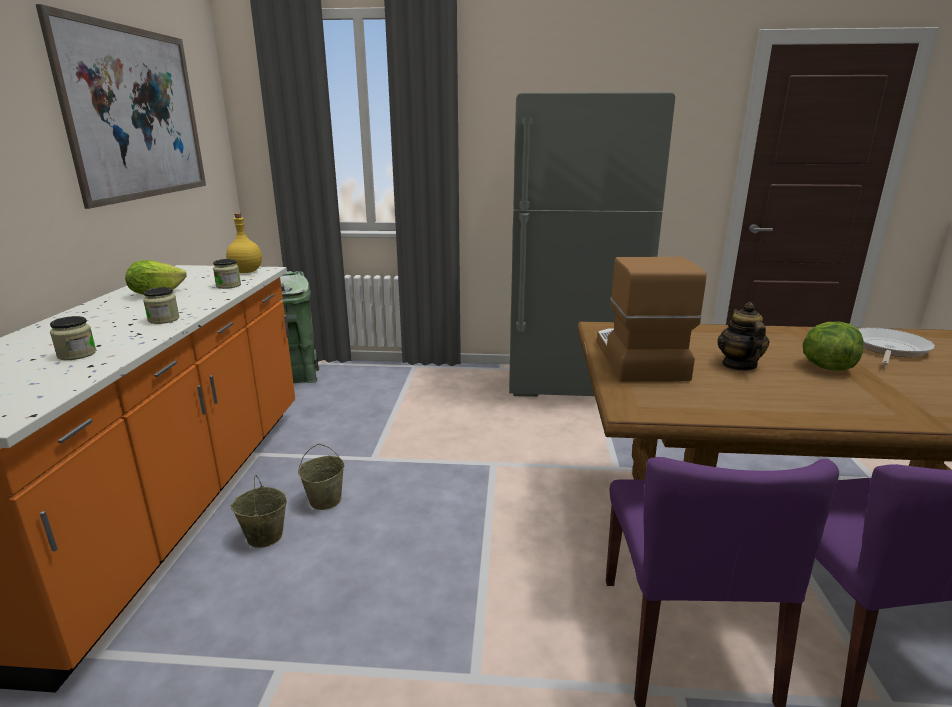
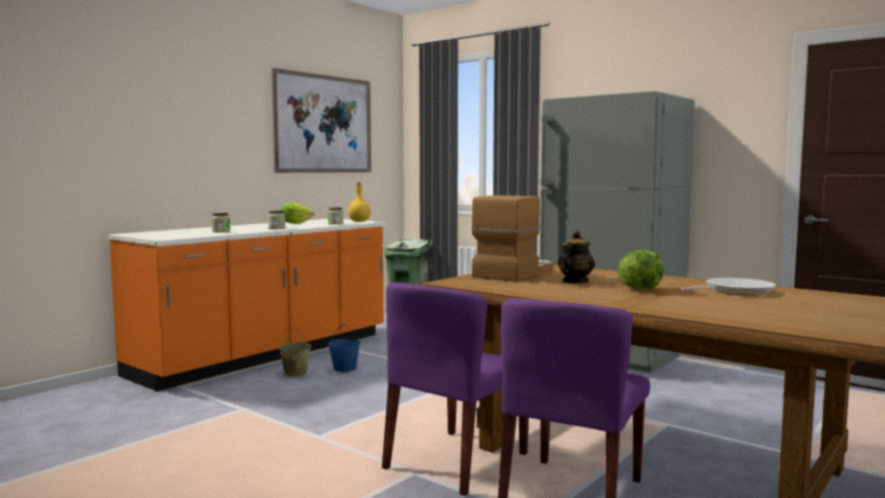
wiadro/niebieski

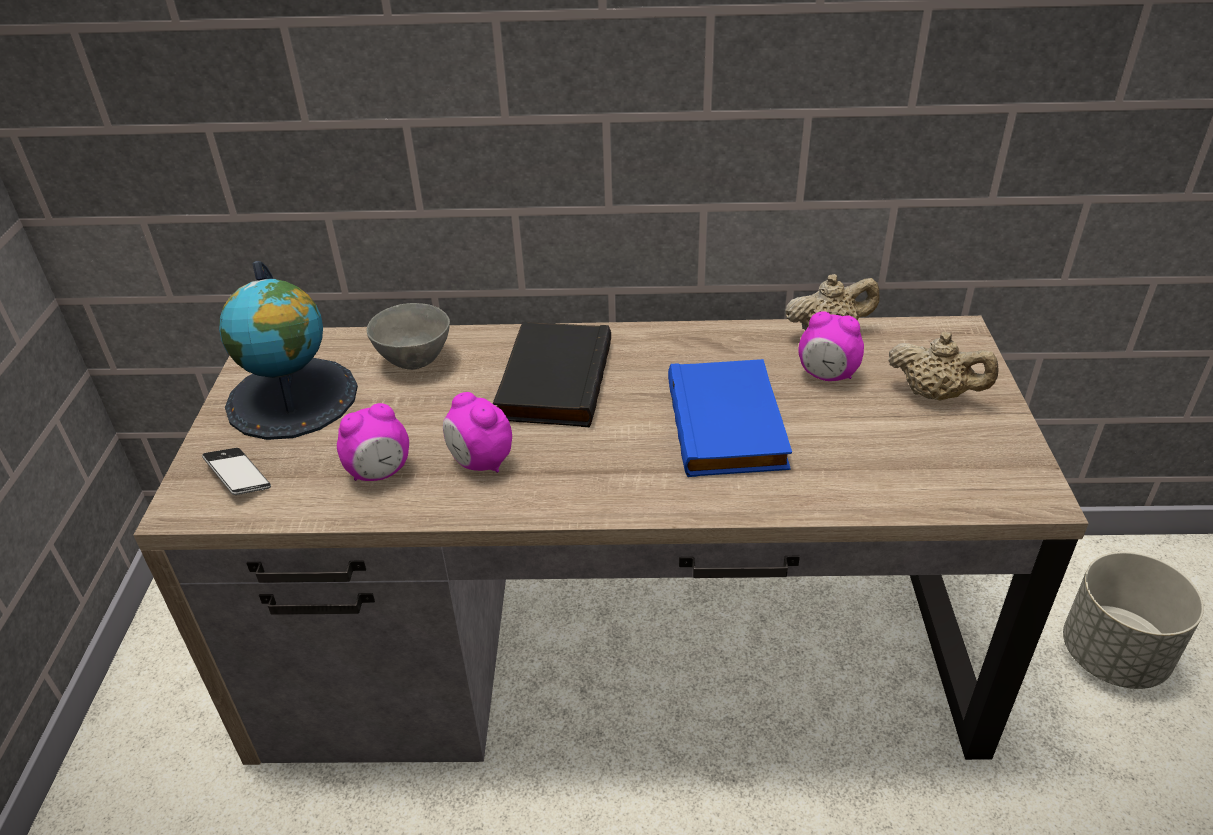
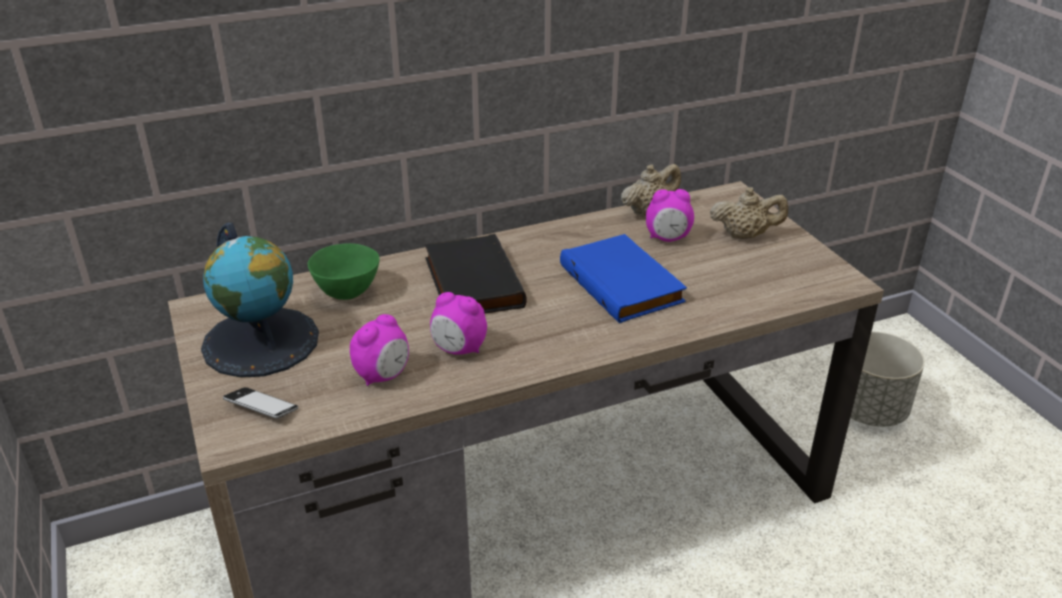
miska/zielony

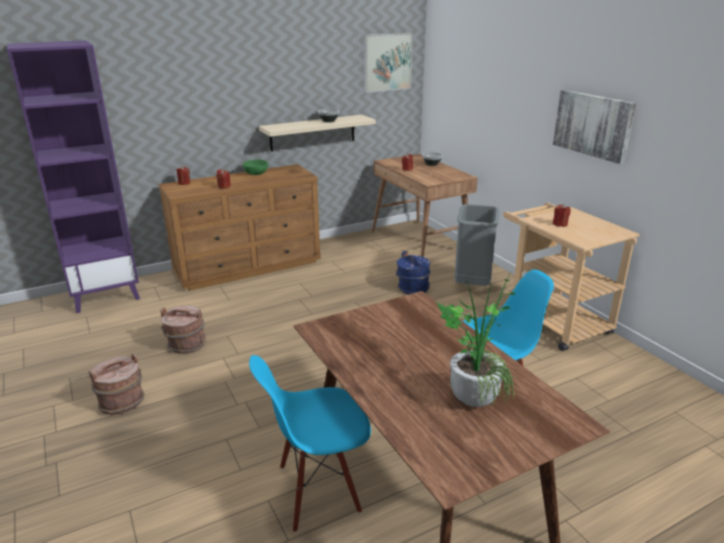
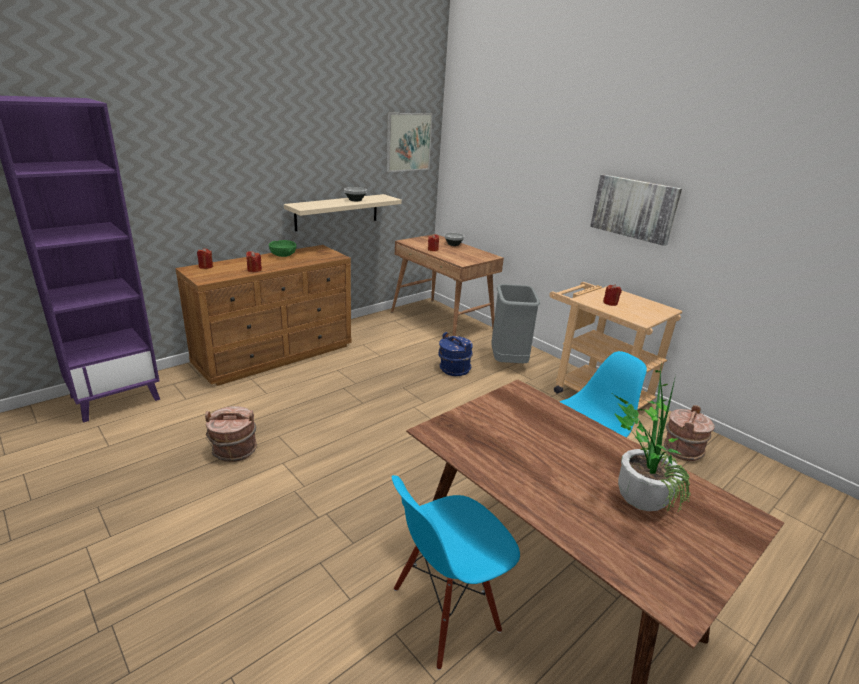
wiadro/brązowy (2nd from left)

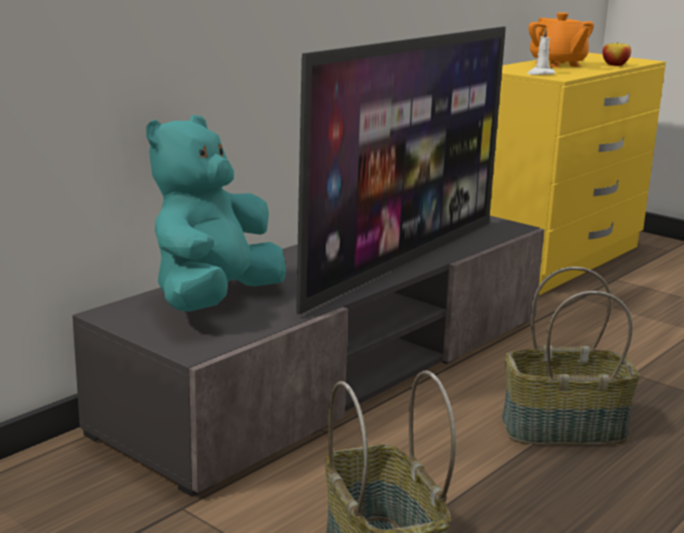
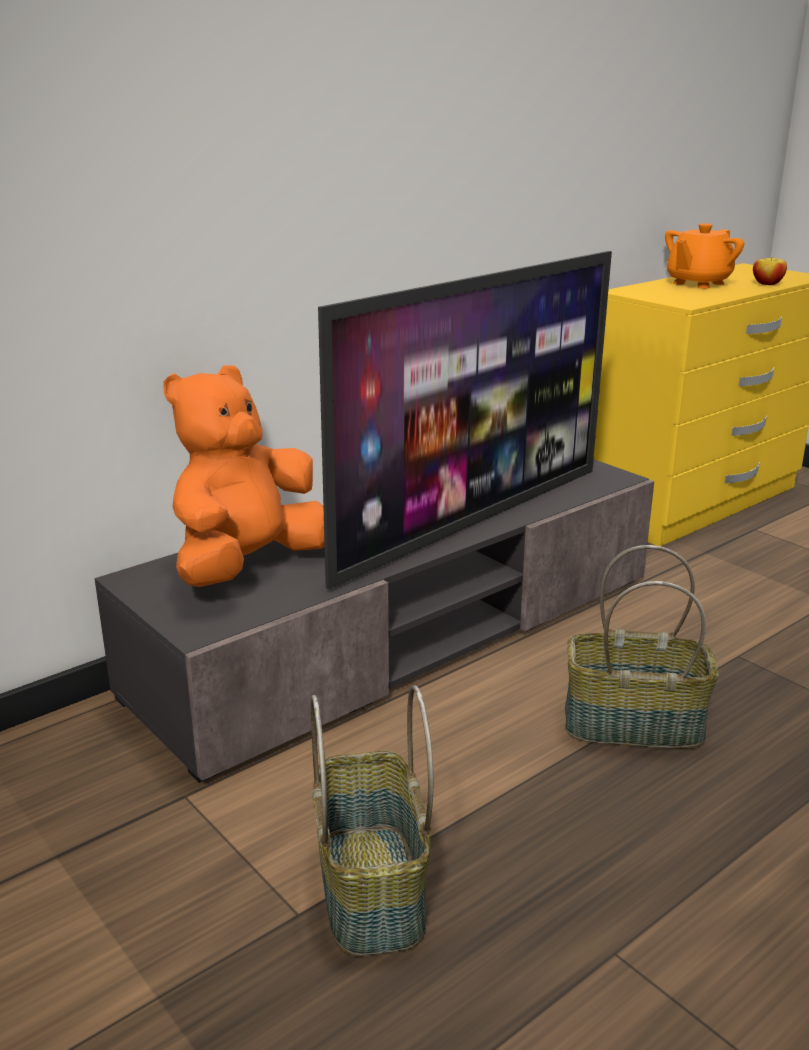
pluszak/pomarańczowy
świeca/biały
imbryk/pomarańczowy

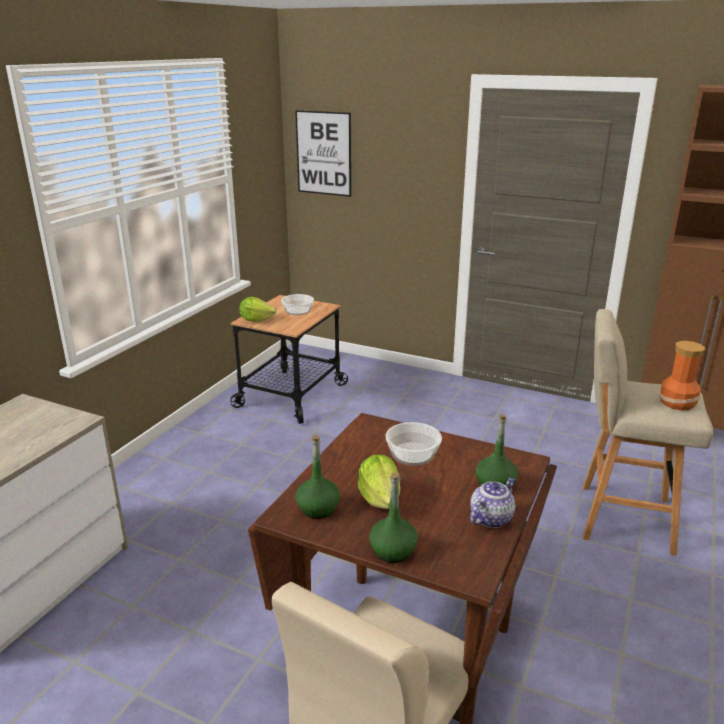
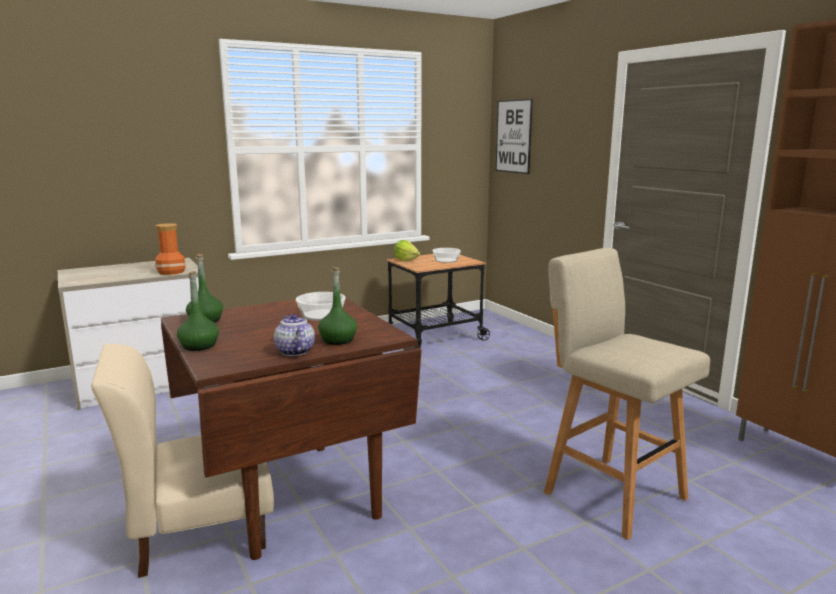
sałata (2nd from left in the first image)
imbryk
wazon

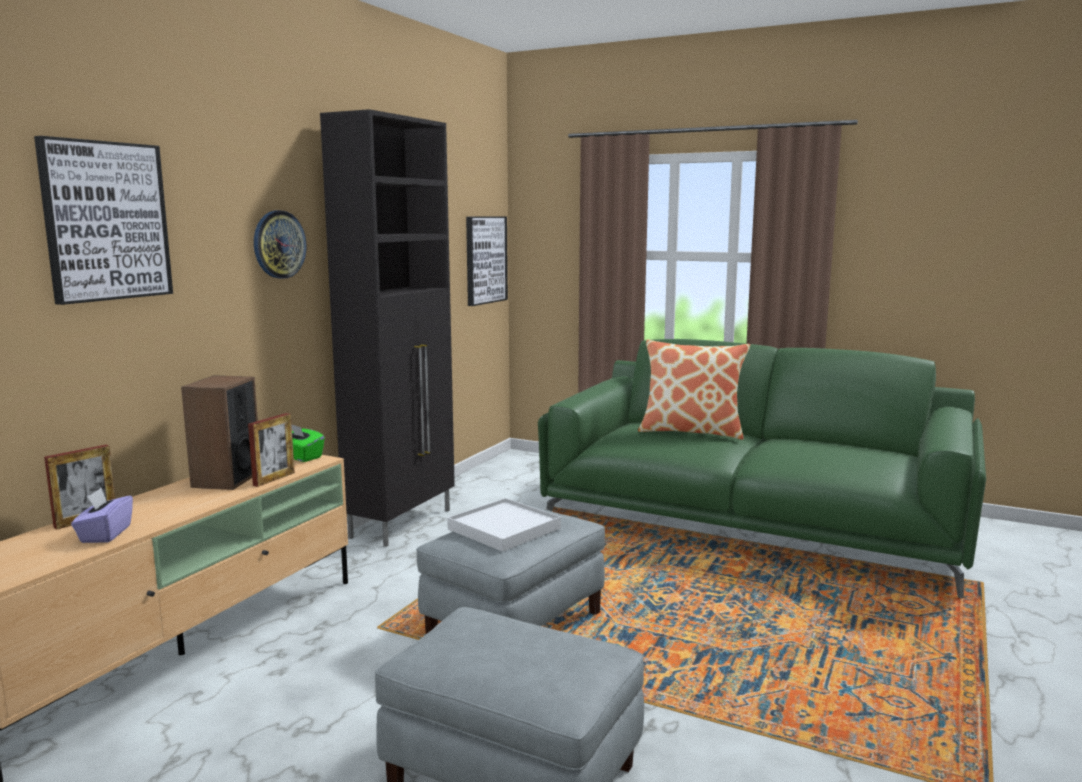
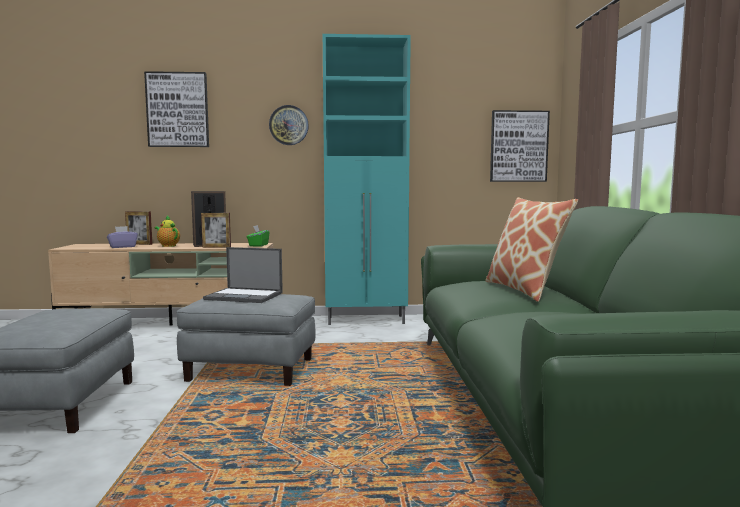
szafka/turkusowy
laptop
imbryk

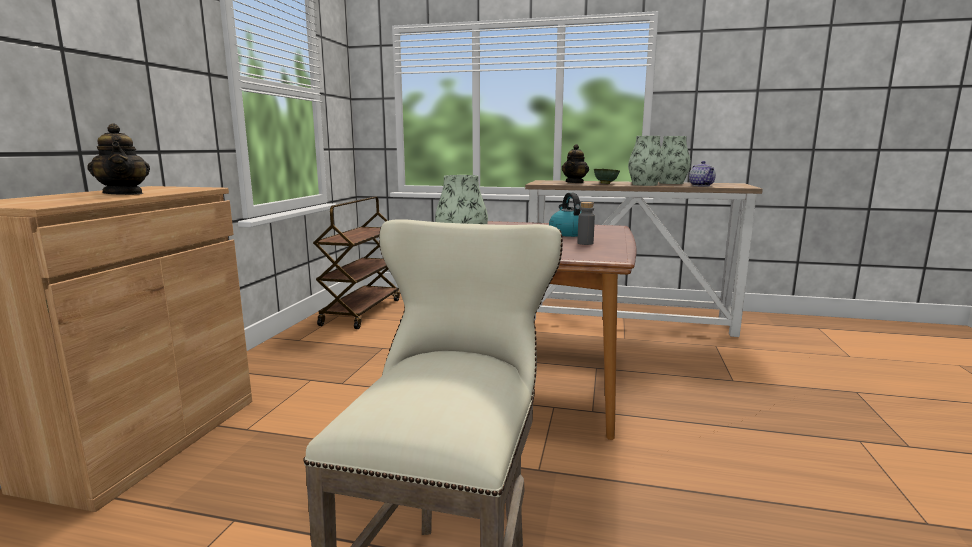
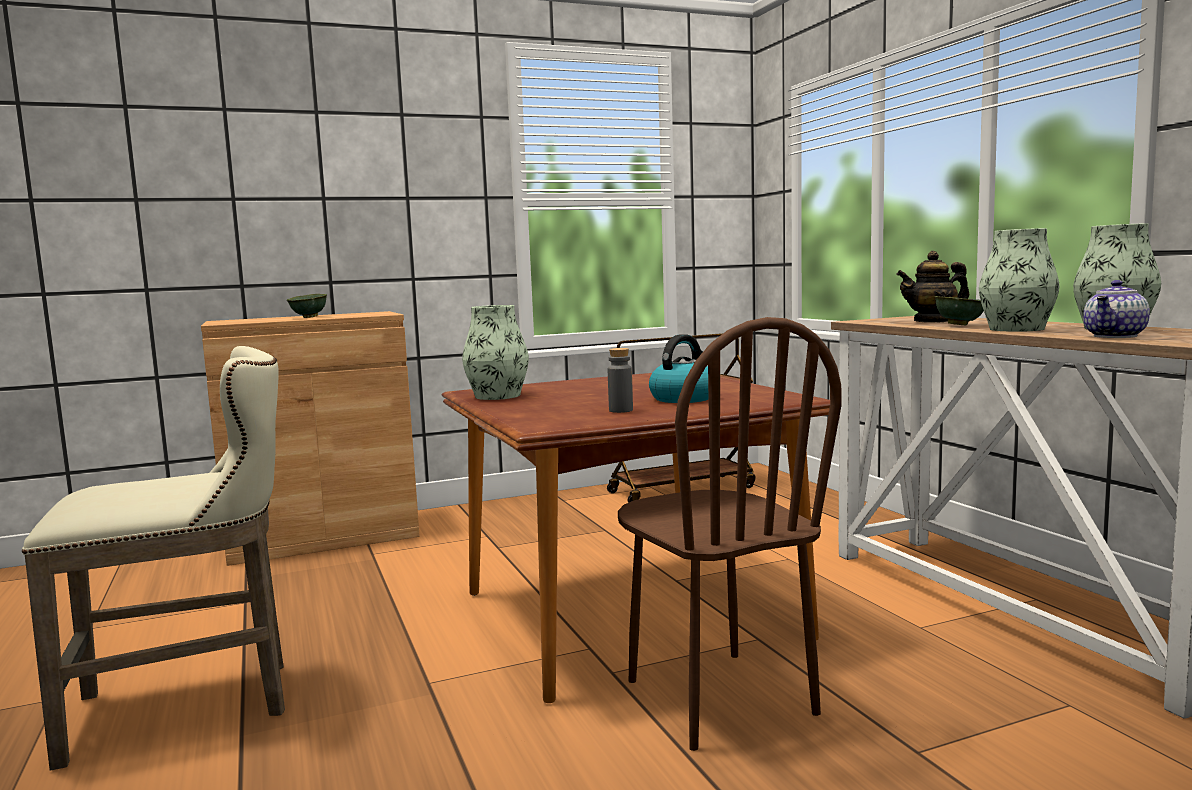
miska/zielony (1st from left)
krzesło/brązowy

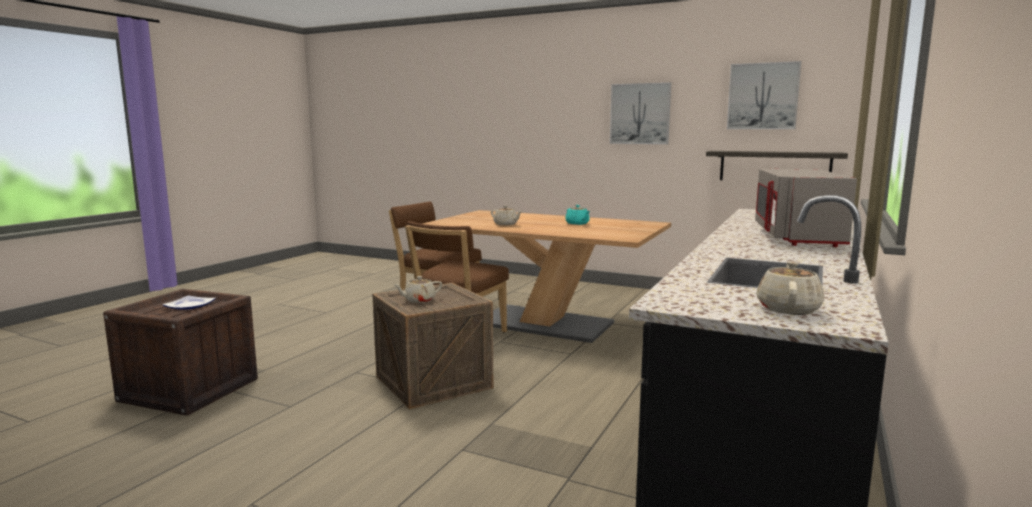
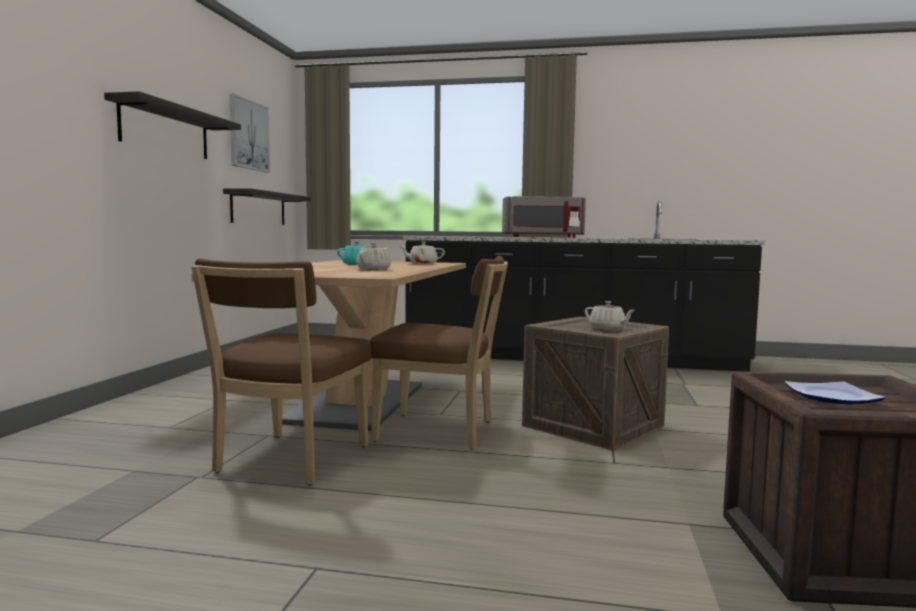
półka (1st from left)
imbryk/beżowy (2nd from left)

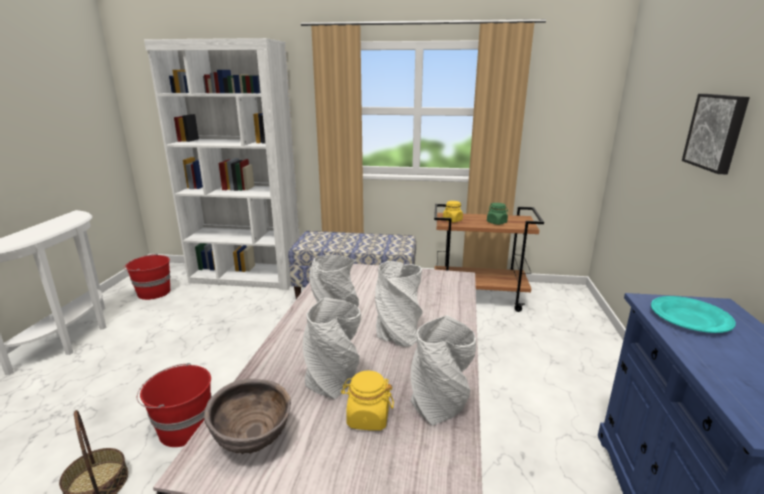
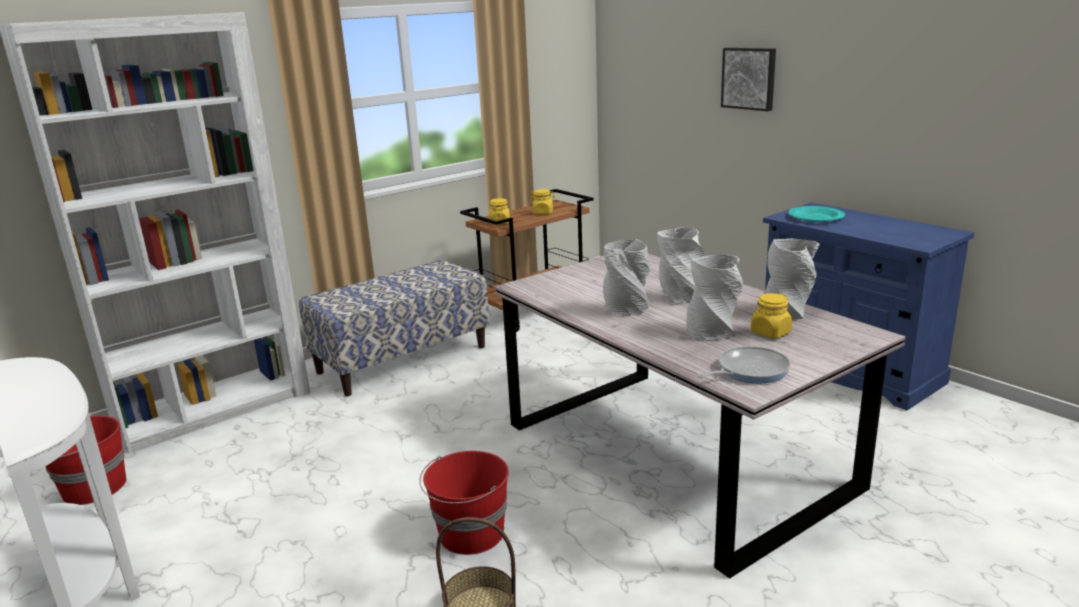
patelnia
słoik/żółty (2nd from left)

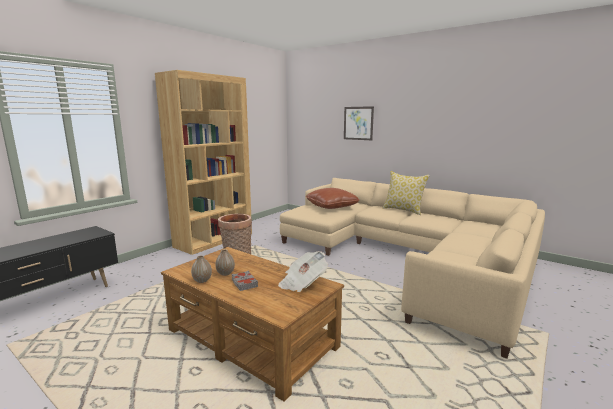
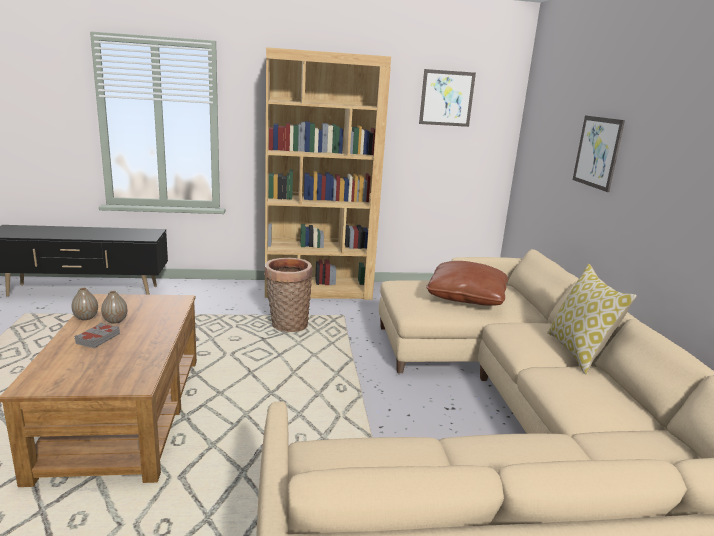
gazeta
obraz (1st from left)

